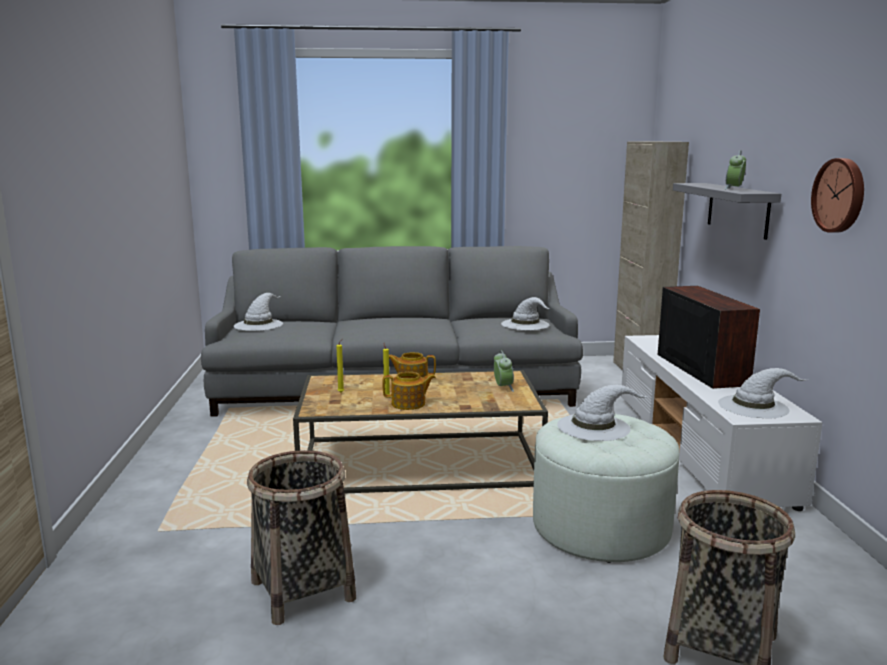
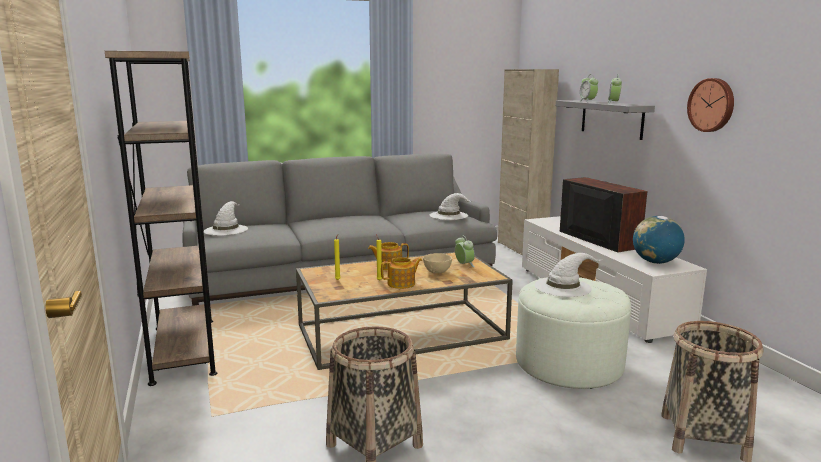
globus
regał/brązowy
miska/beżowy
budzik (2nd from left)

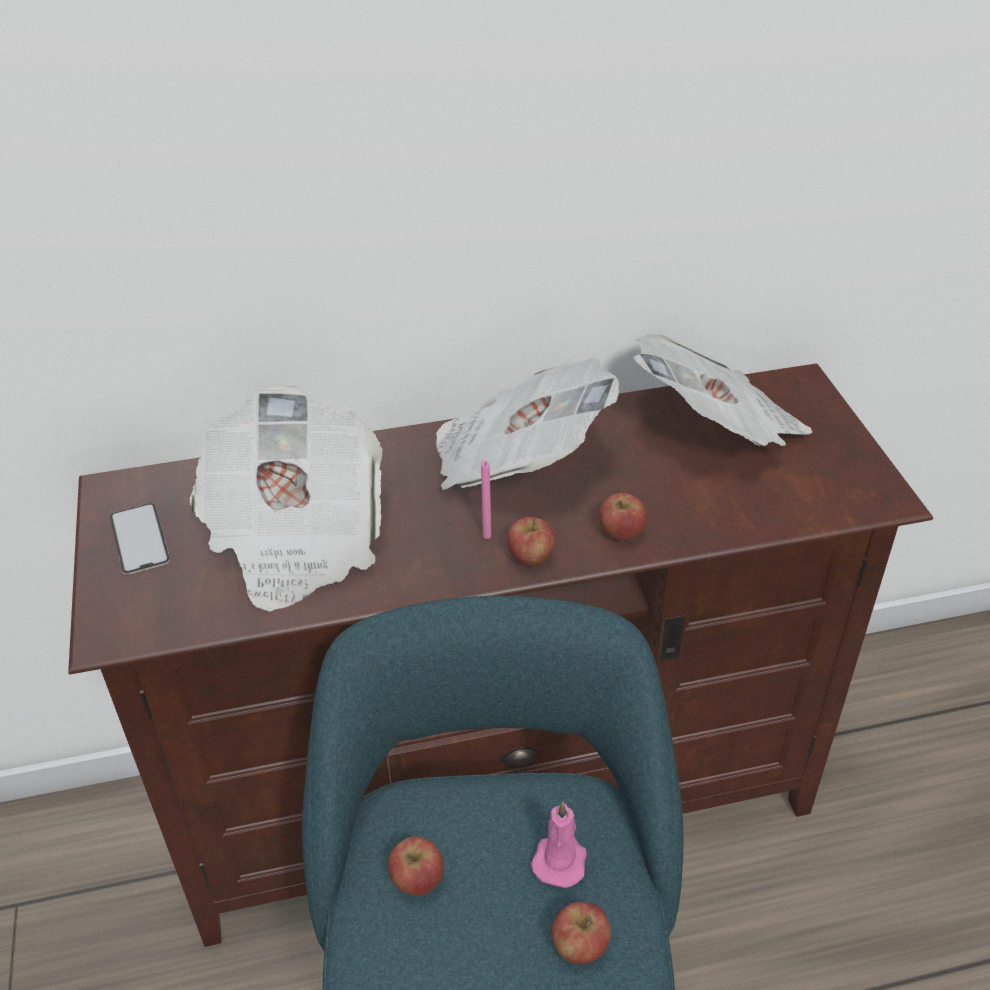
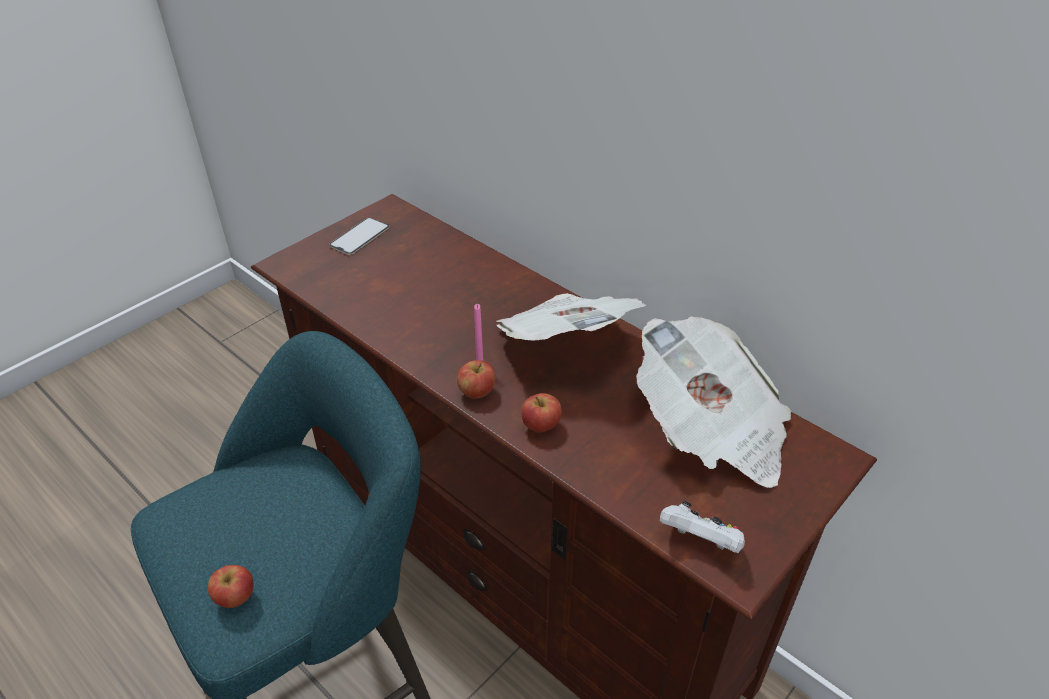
gazeta (1st from left in the first image)
jabłko (1st from left in the first image)
świeca/różowy (2nd from left in the first image)
pad do gier/biały

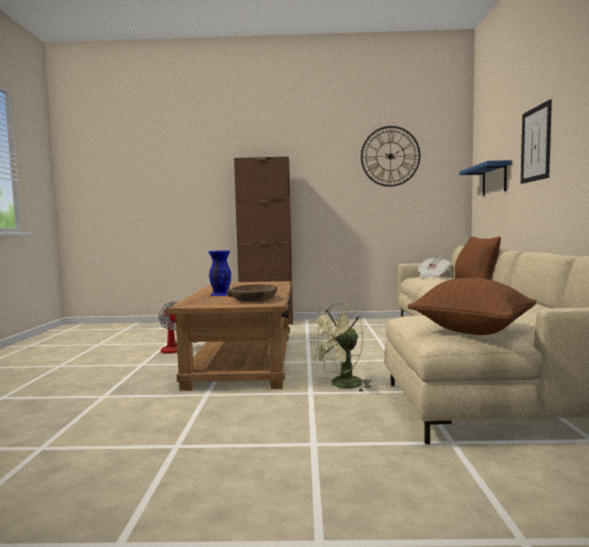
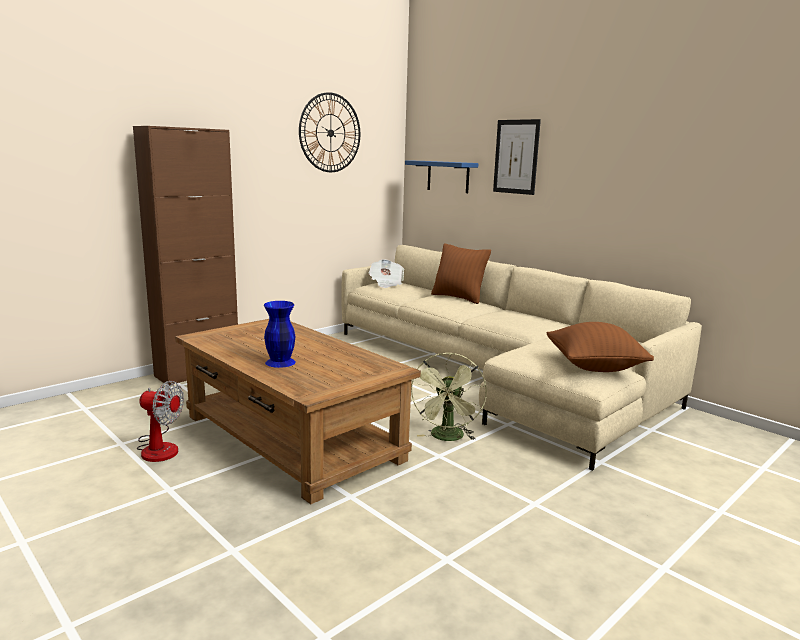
miska/brązowy

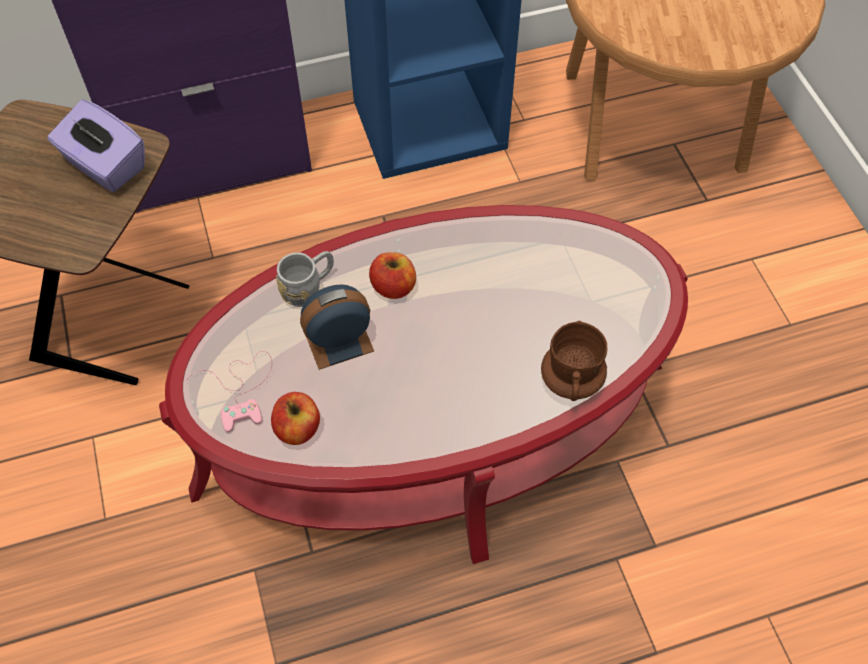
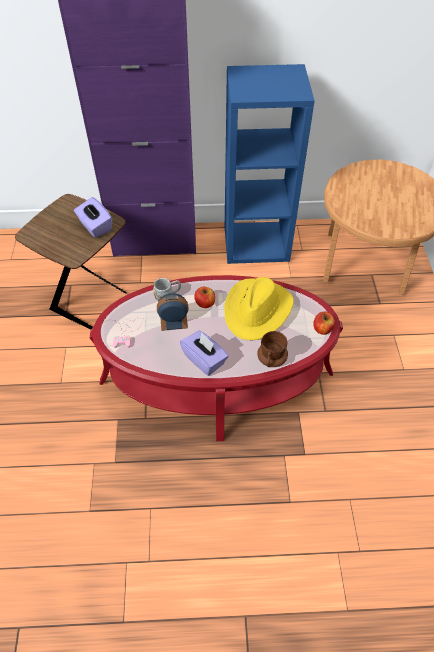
jabłko (2nd from left)
pudełko chusteczek/fioletowy (2nd from left)
kapelusz/żółty

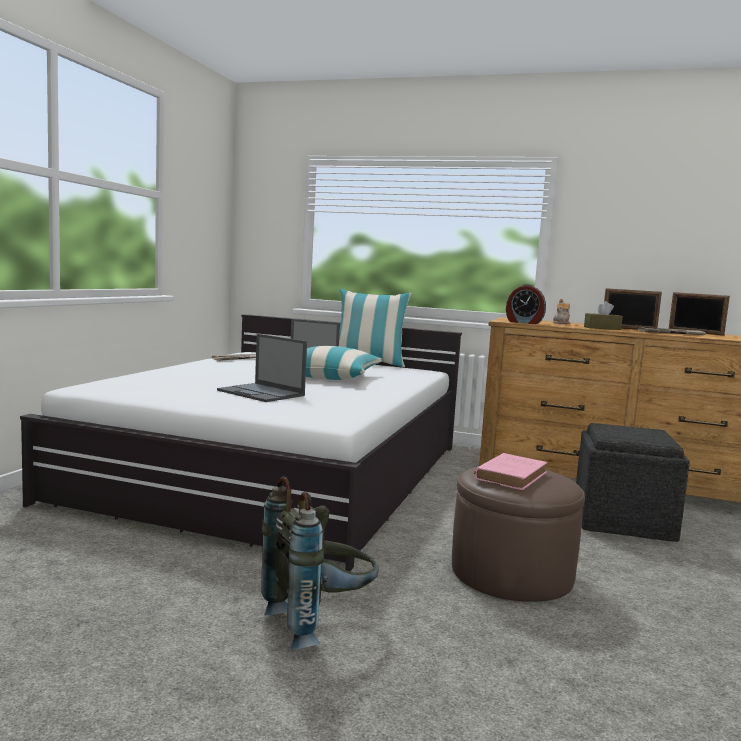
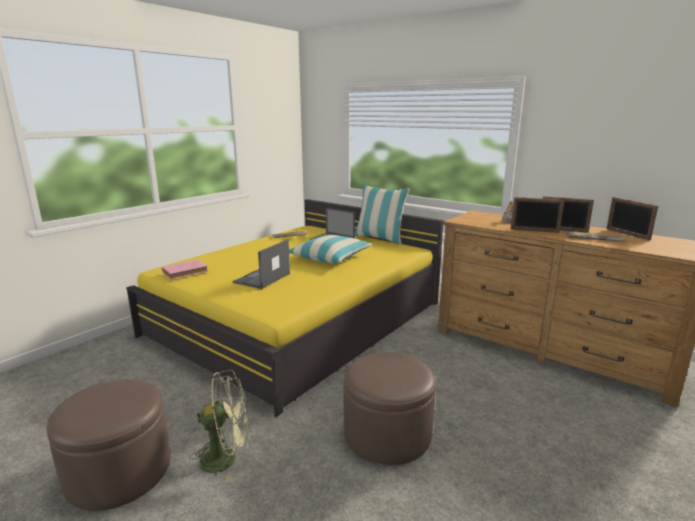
łóżko/żółty
laptop (1st from left)
wentylator/zielony
książka/różowy
budzik
pufa/szary
ramka na zdjęcie (1st from left)
pufa/brązowy (1st from left)

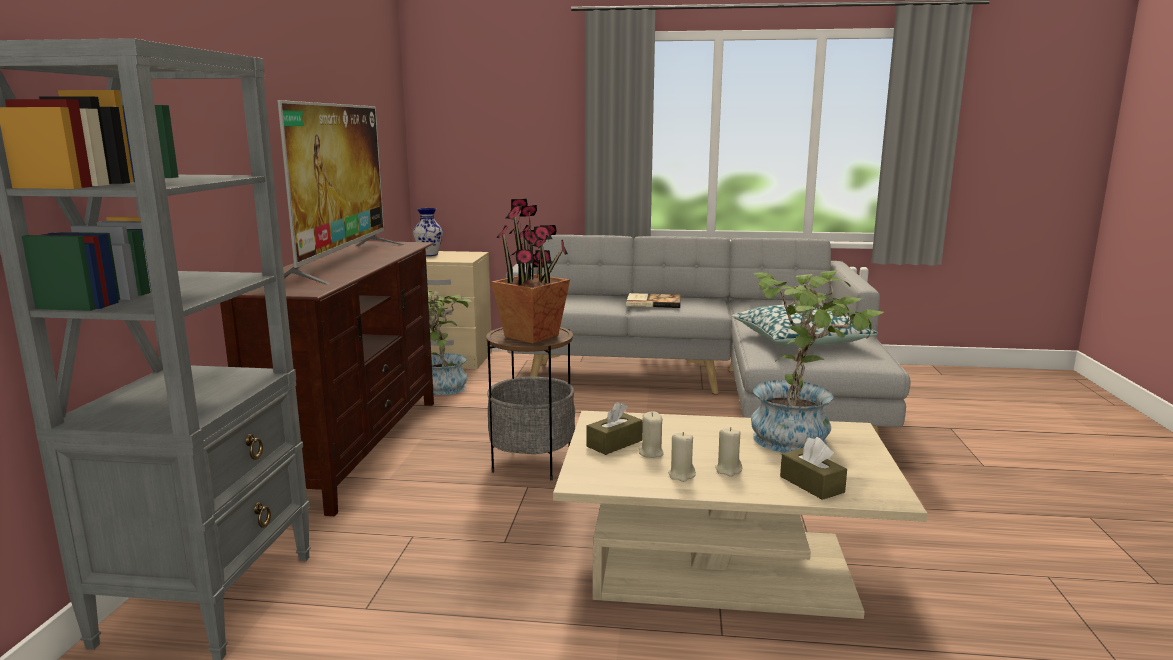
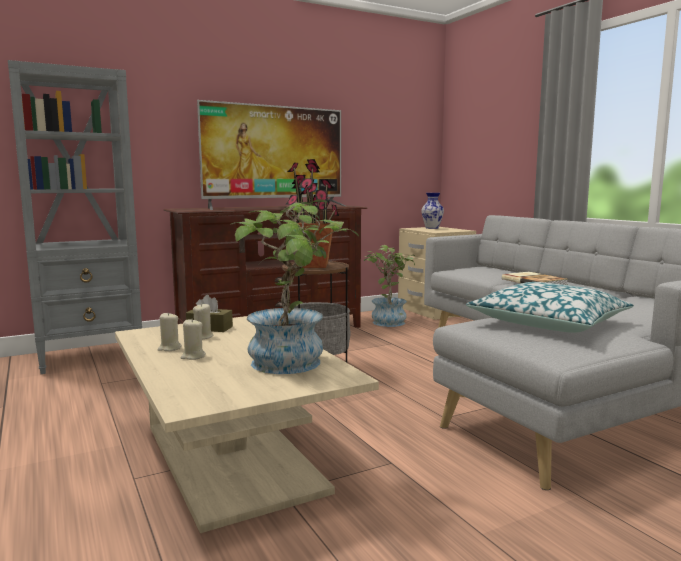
pudełko chusteczek/brązowy (2nd from left in the first image)

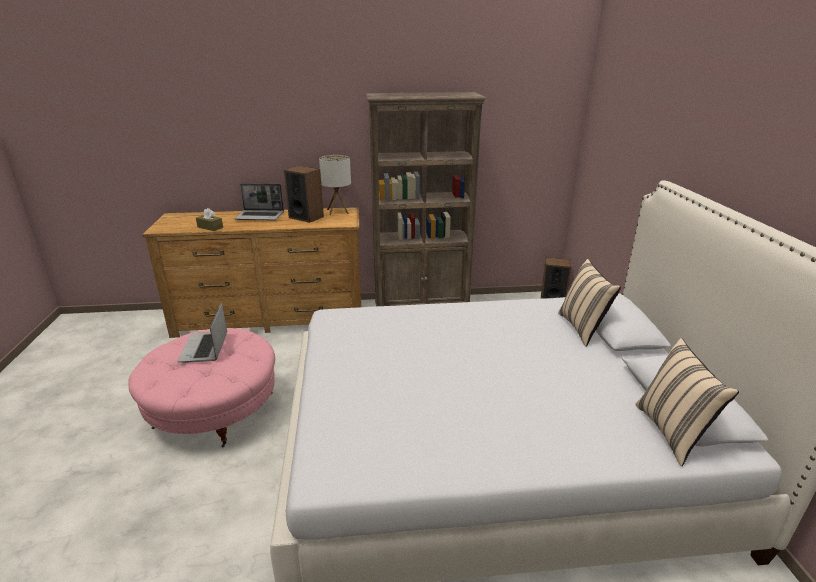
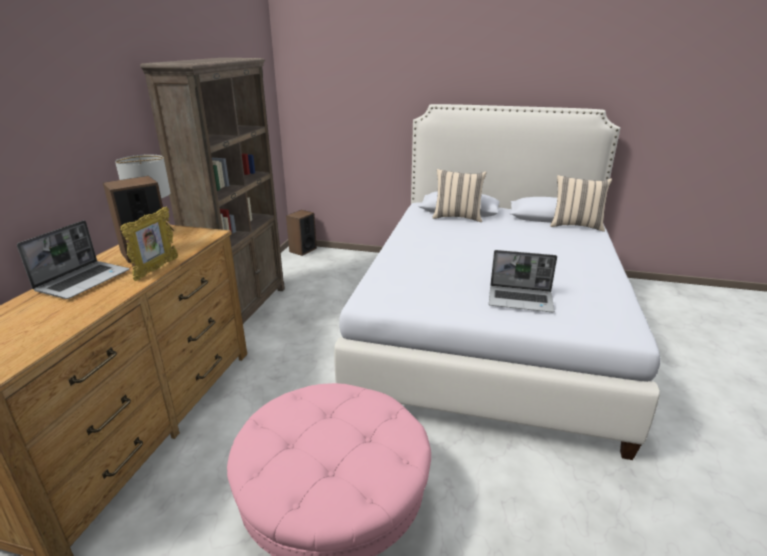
laptop (2nd from left)
pudełko chusteczek/brązowy
ramka na zdjęcie

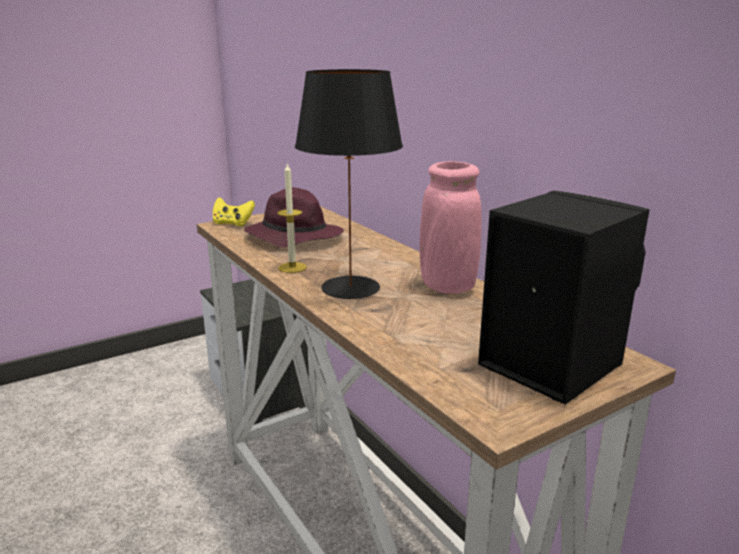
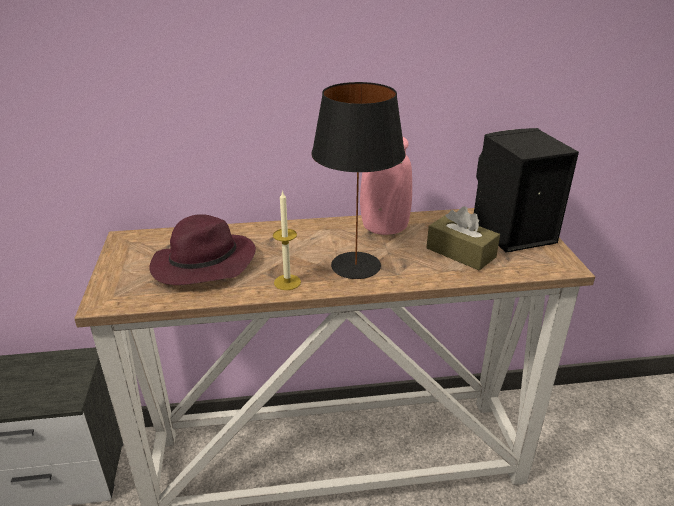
pad do gier/żółty
pudełko chusteczek/brązowy

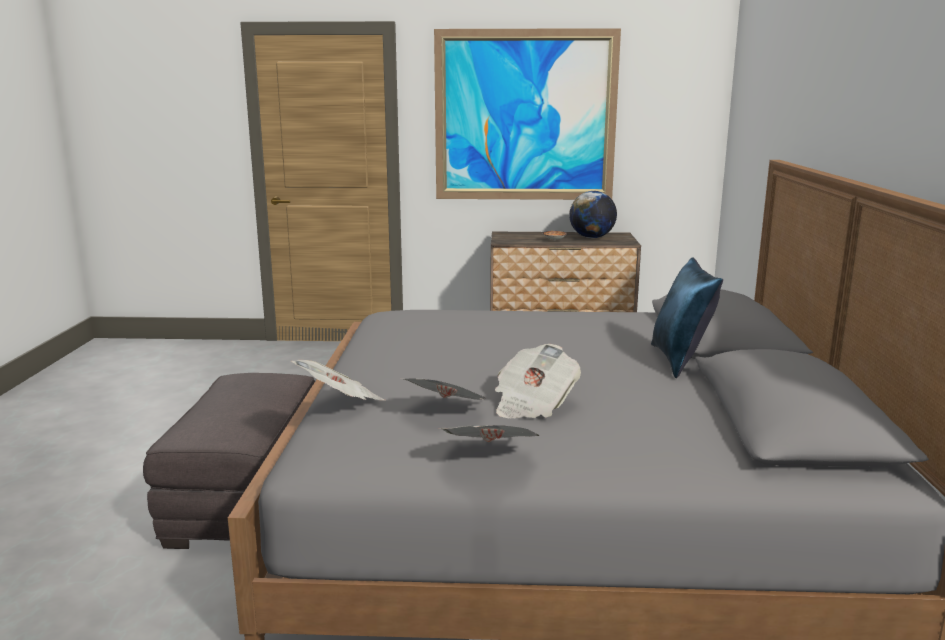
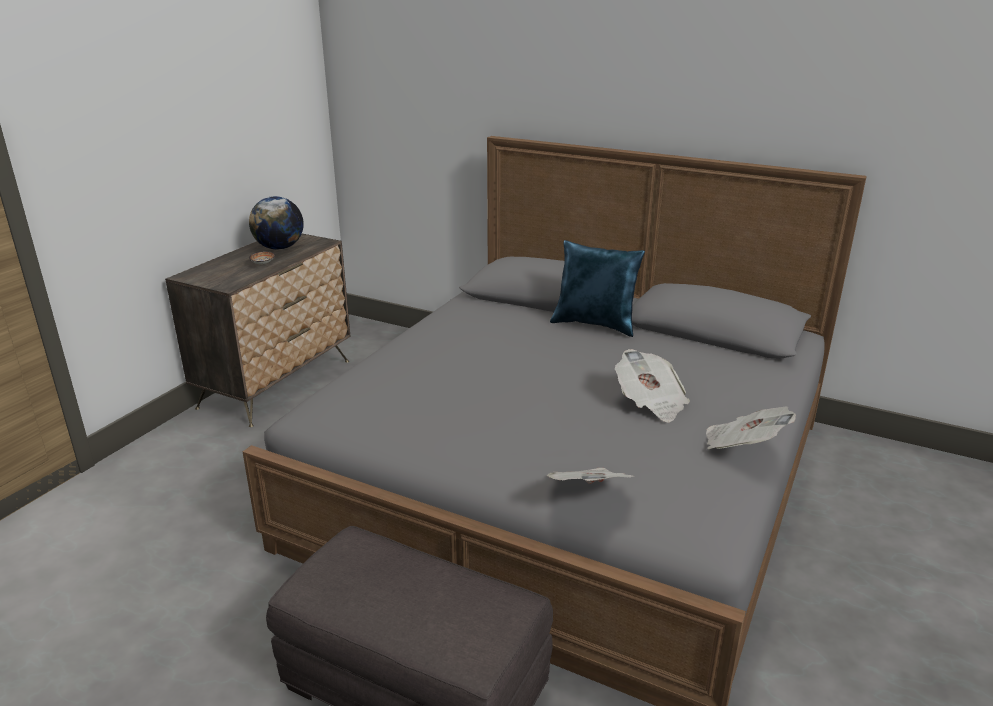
gazeta (2nd from left in the first image)
obraz

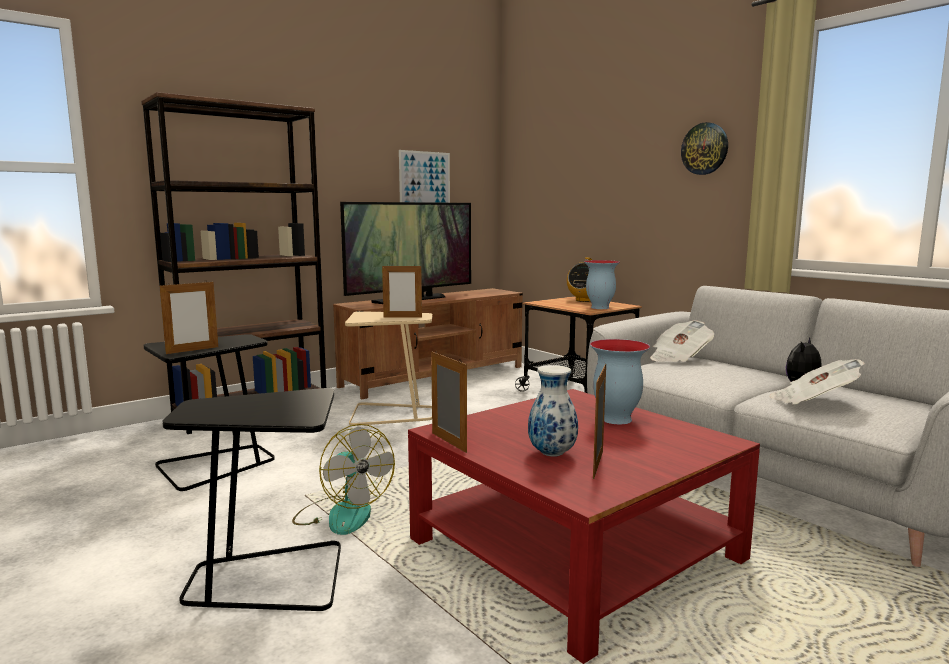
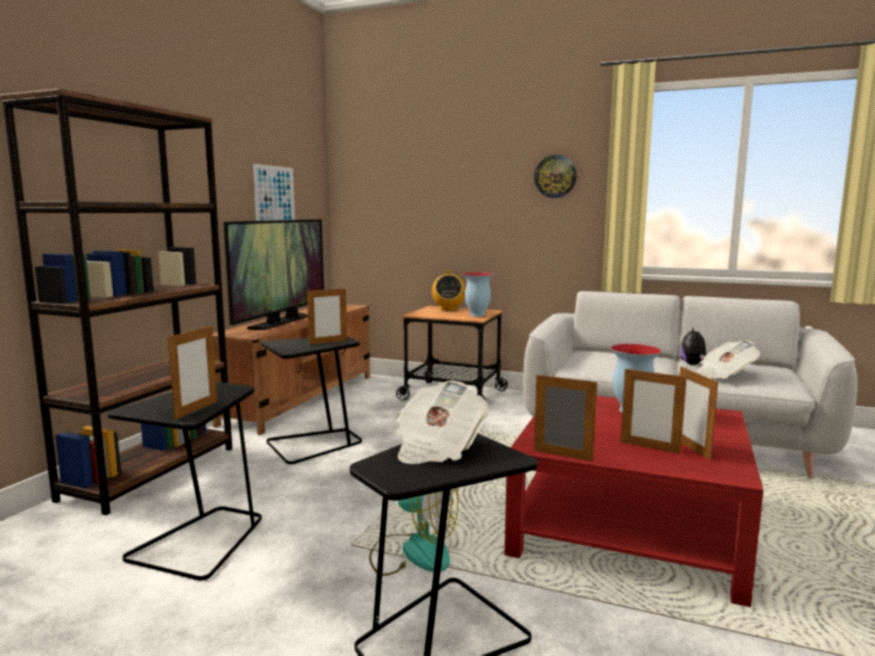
stolik/czarny (2nd from left)
ramka na zdjęcie (4th from left)
gazeta (1st from left)

